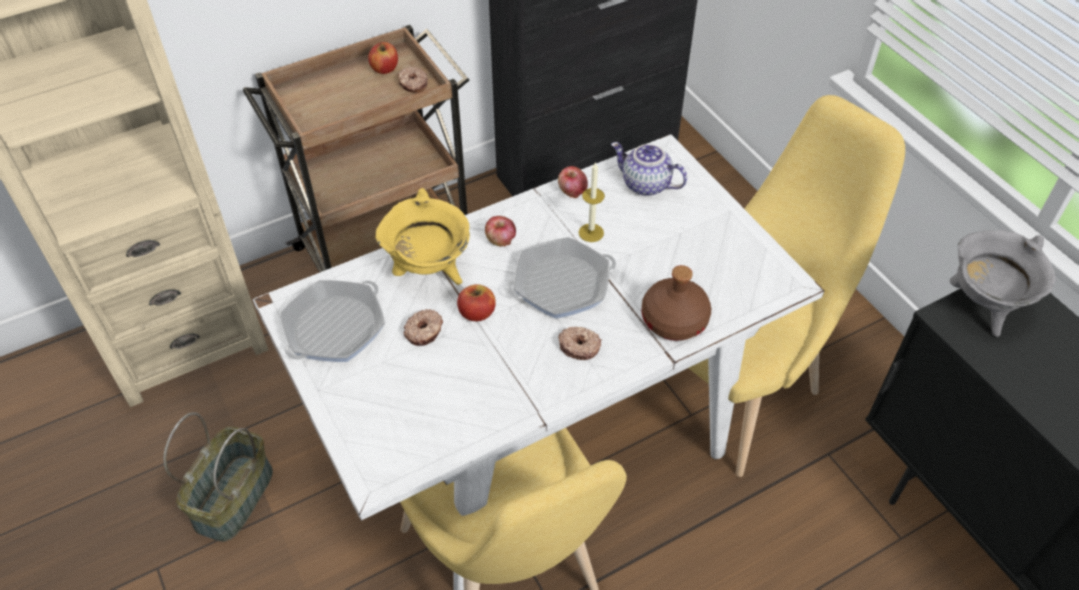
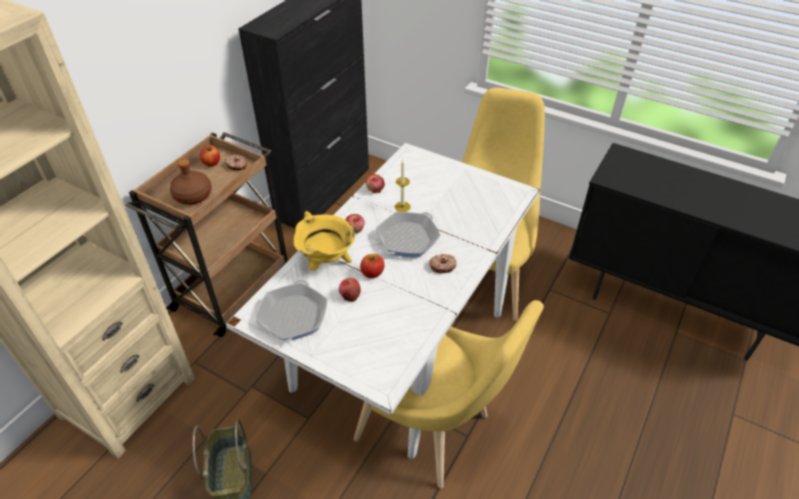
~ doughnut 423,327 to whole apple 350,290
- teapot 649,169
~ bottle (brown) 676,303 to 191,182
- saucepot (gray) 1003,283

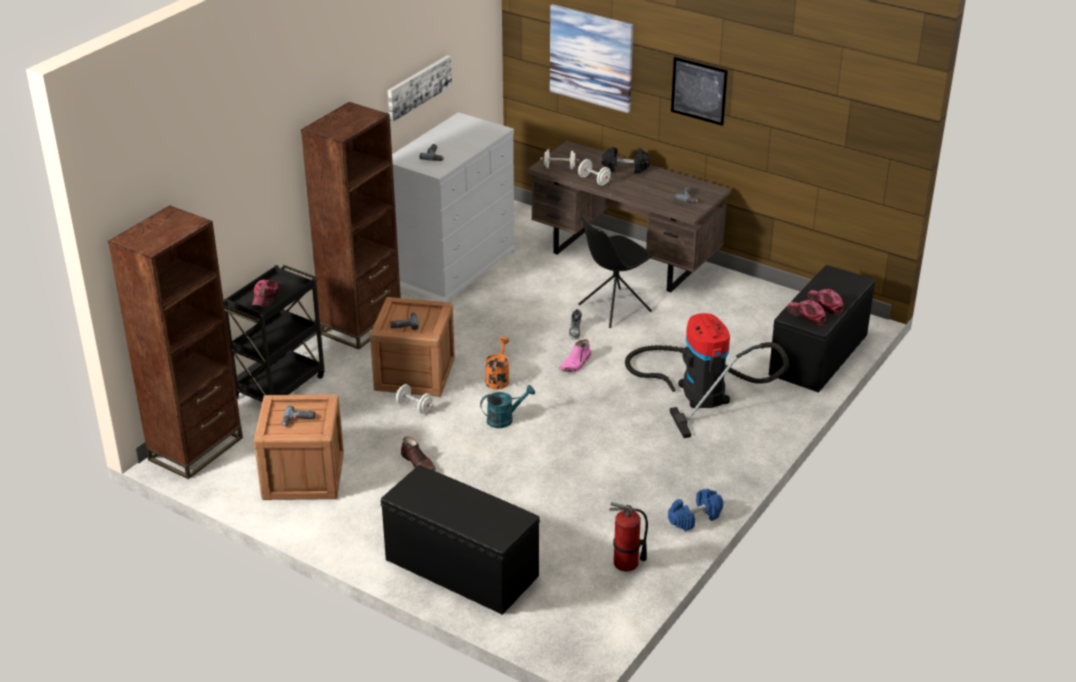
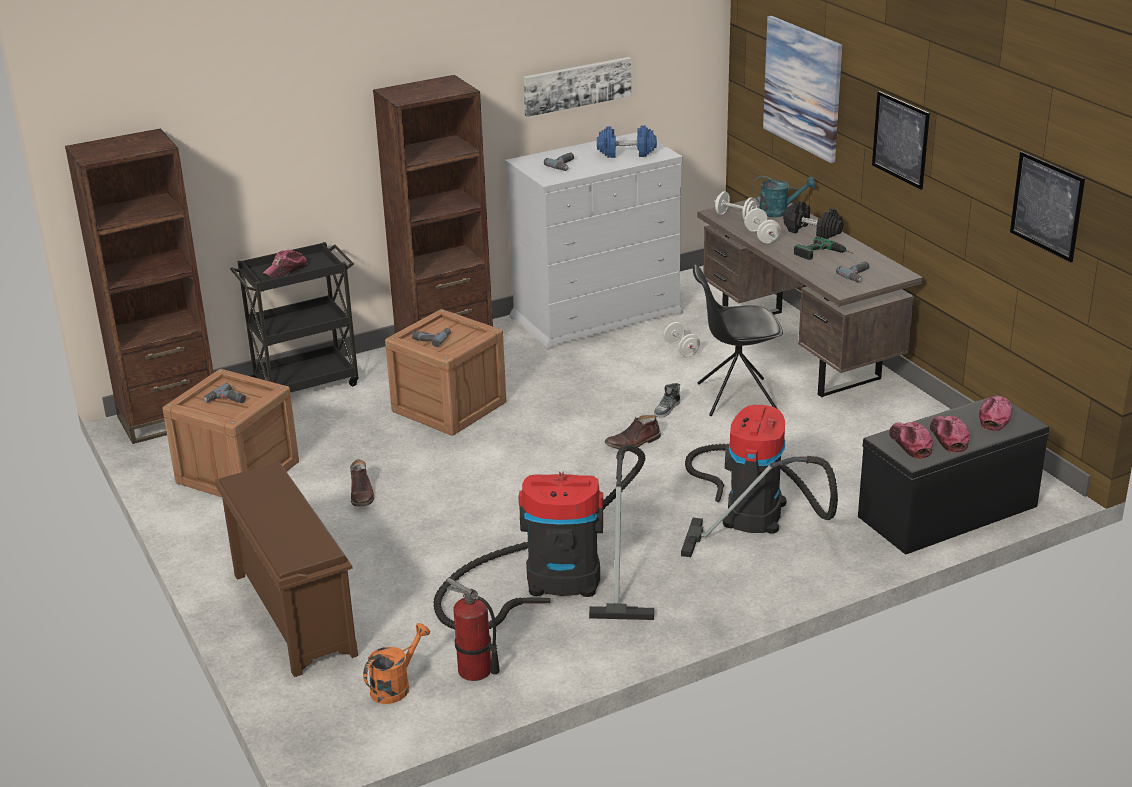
~ bench (blackish) 460,540 to shoe stand (brown) 286,569
~ free weight (white-coloured) 414,399 to 682,339
~ watering can (turquoise) 507,406 to 784,196
~ watering can (orange) 497,363 to 396,663
~ tall boot (pinkish) 575,355 to tall boot (brown) 632,432
~ free weight (blue) 695,510 to 627,141
+ vacuum 543,537
+ power drill 823,248
+ baseball cap 995,413
+ picture 1047,206

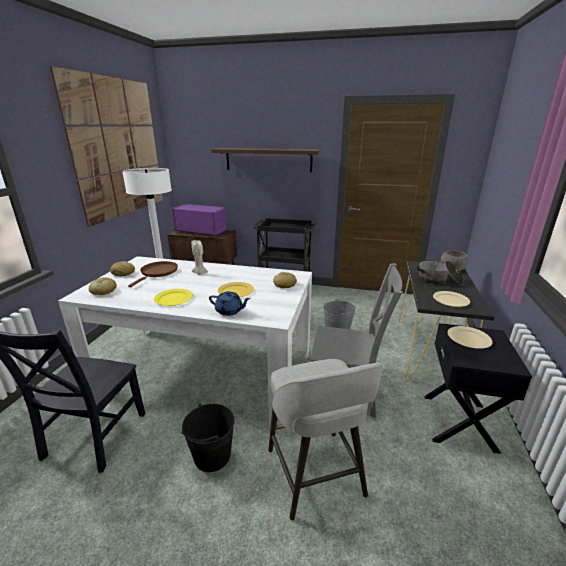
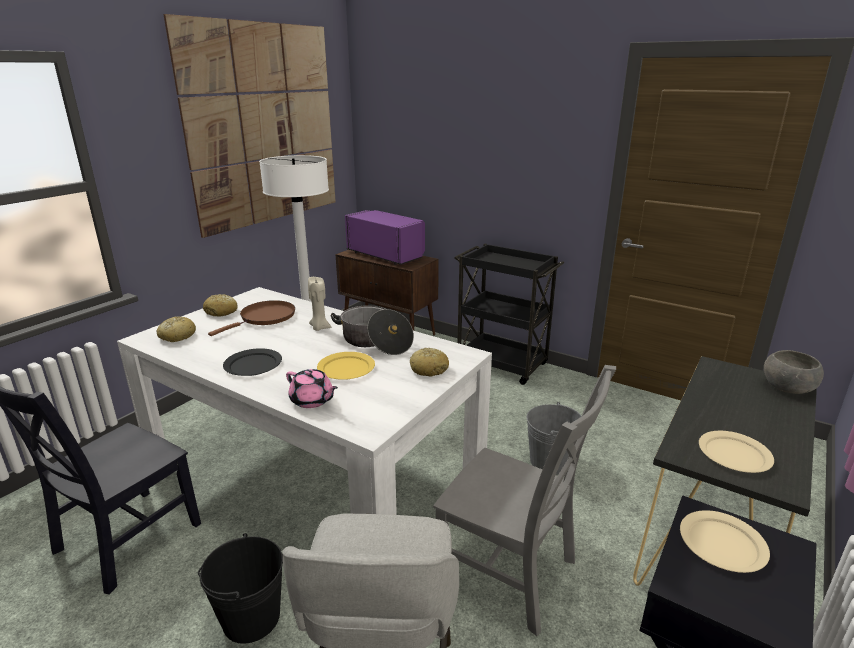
~ dinner plate (yellowish) 173,297 to dinner plate (blackish) 252,362
~ teapot (blue) 229,303 to teapot (pinkish) 312,388
- wall shelf 266,160
~ saucepot 440,272 to 372,330

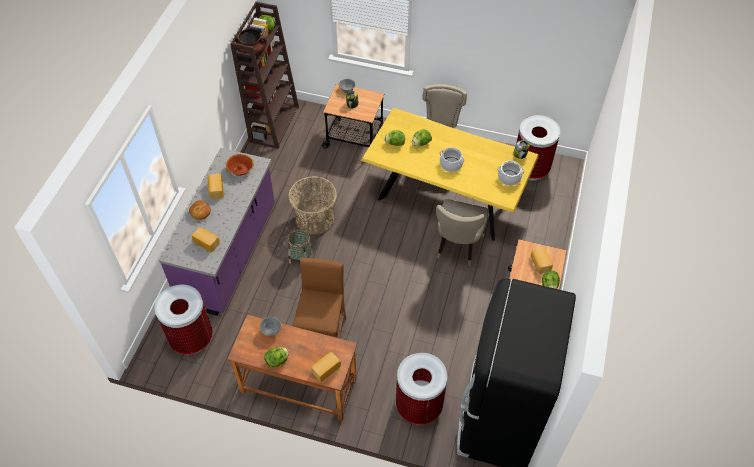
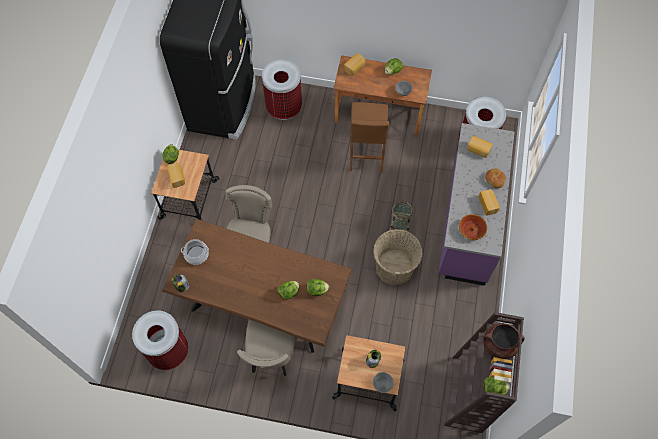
~ kitchen table (yellowish) 450,174 to kitchen table (brown) 257,286
- saucepot 452,159

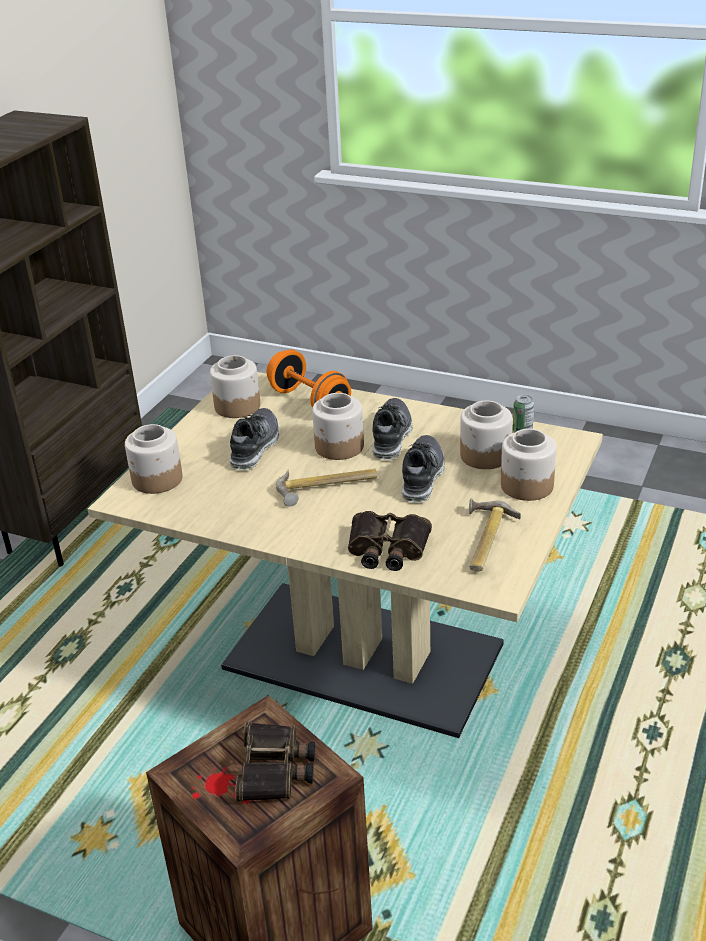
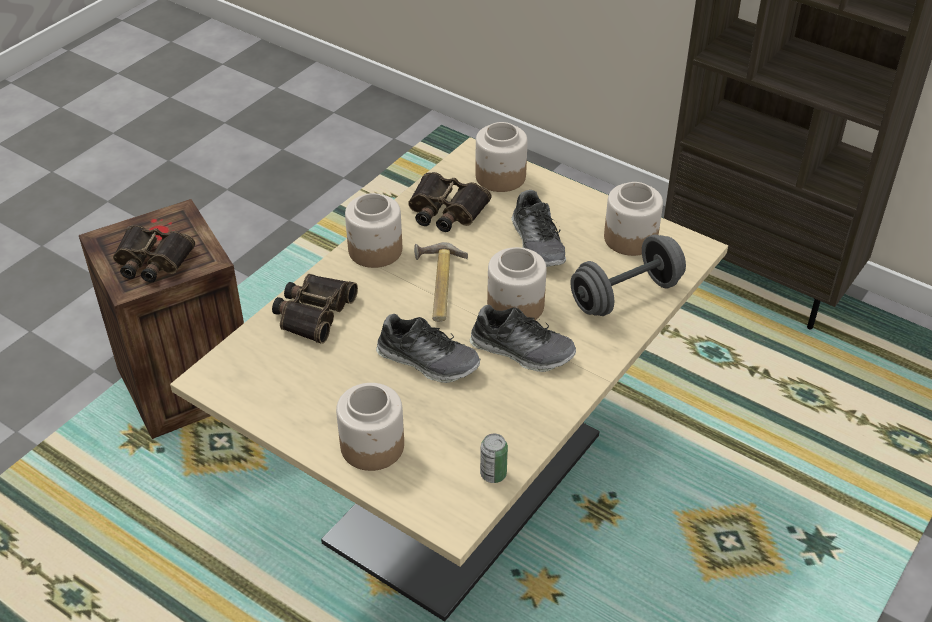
~ low shoe 254,439 = 538,228 45 degrees clockwise
~ free weight (orange) 309,379 to free weight (gray) 628,275
~ jar 486,435 to 373,230
- hand hammer 495,535
+ pair of binoculars 449,202

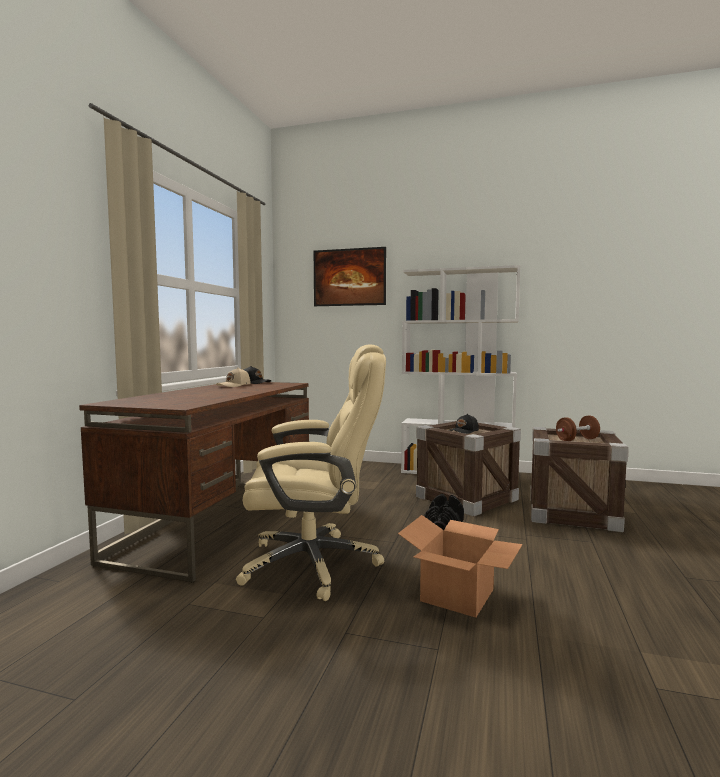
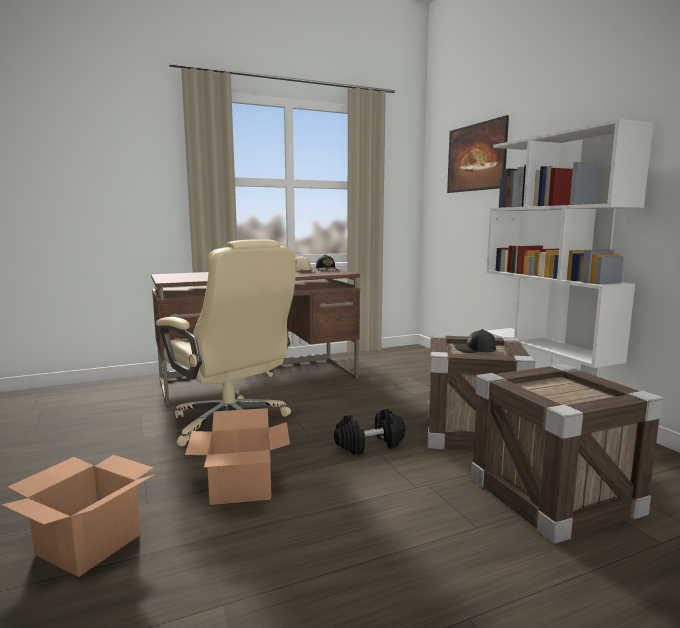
- free weight (brown) 578,428
+ carton 79,516

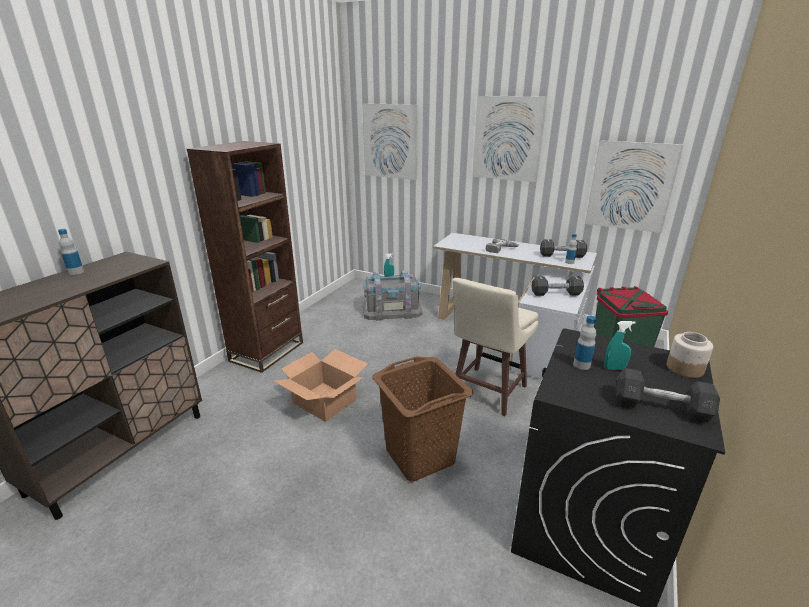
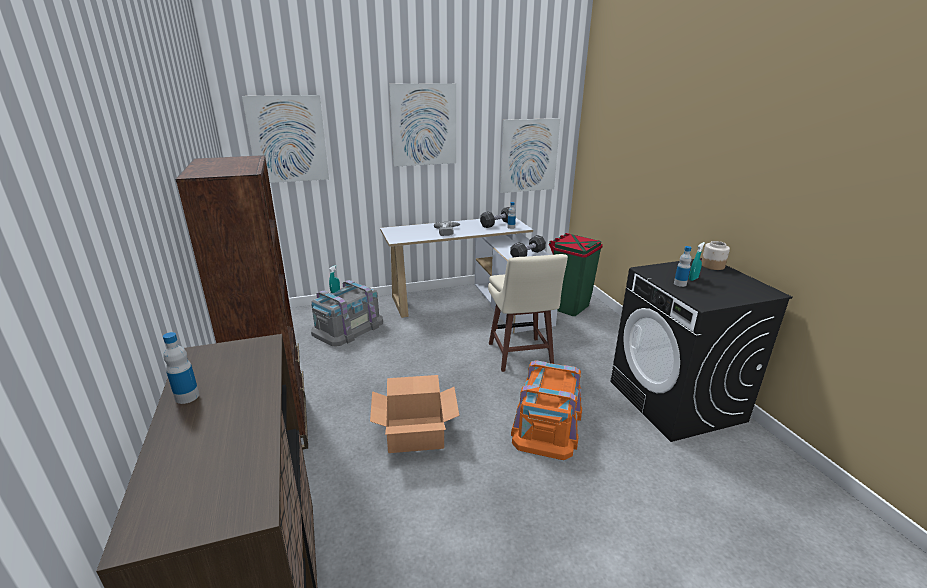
~ hamper (brown) 423,419 to storage box (orange) 546,410
- free weight (gray) 668,395

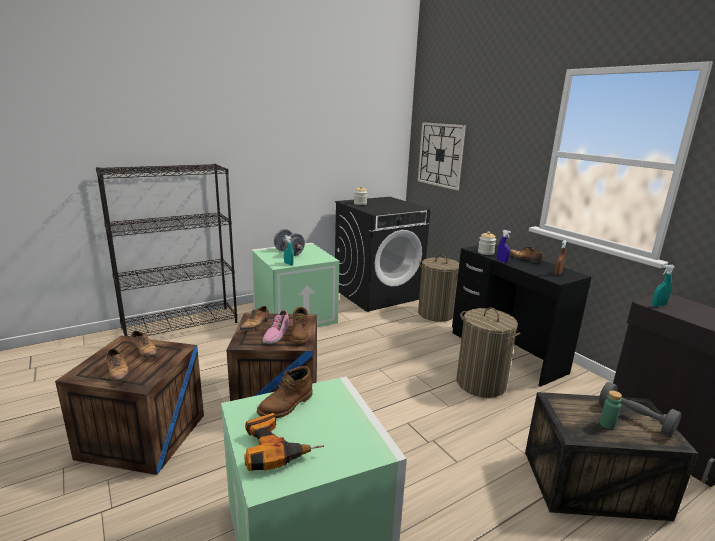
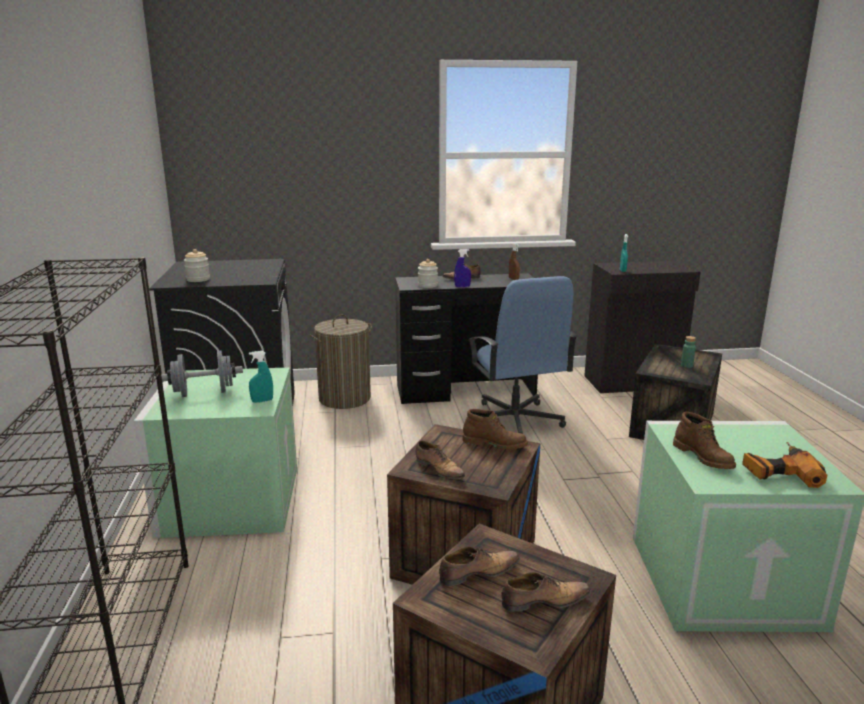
- low shoe 275,327
- clock on the wall 442,156
~ hamper 488,353 to office chair (blue) 522,355
- free weight (gray) 640,409

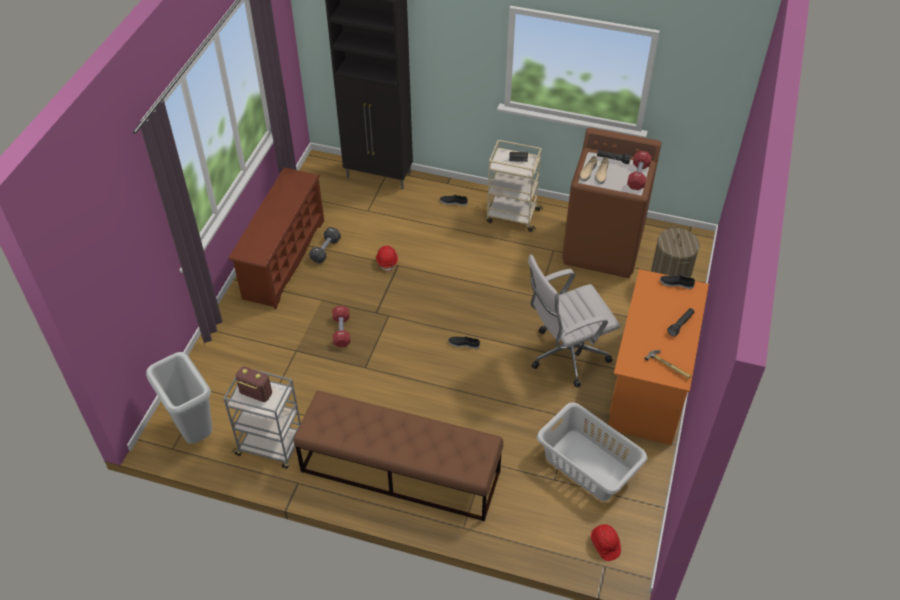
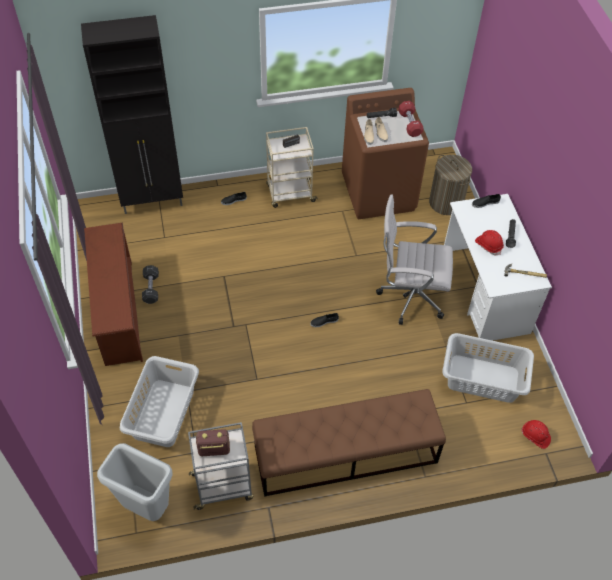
- free weight (red-coloured) 341,326
~ hard hat (red-coloured) 387,258 to 489,243
~ office chair (white-coloured) 574,321 = 414,259 60 degrees clockwise
~ desk (orange) 658,357 to desk (white-coloured) 498,267
+ hamper (gray) 159,401

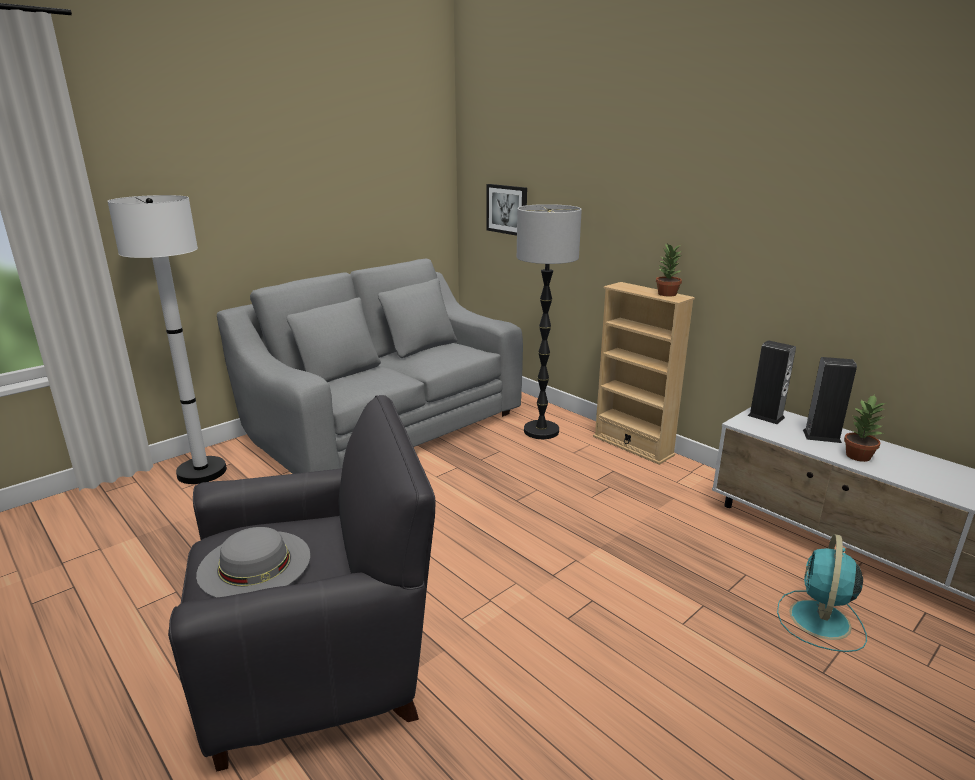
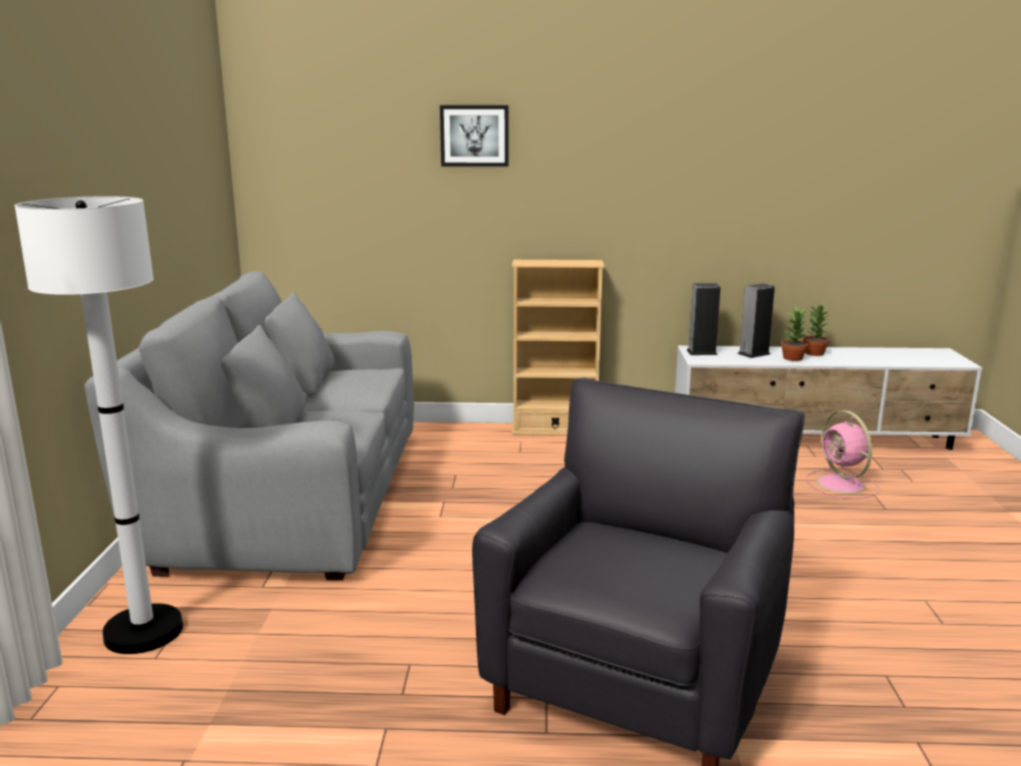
- hat (gray) 253,562
~ picture 507,210 to 474,136
- standing lamp 549,321
~ plant in a pot 669,270 to 817,330
~ cooling fan (turquoise) 822,593 to cooling fan (pinkish) 843,454

